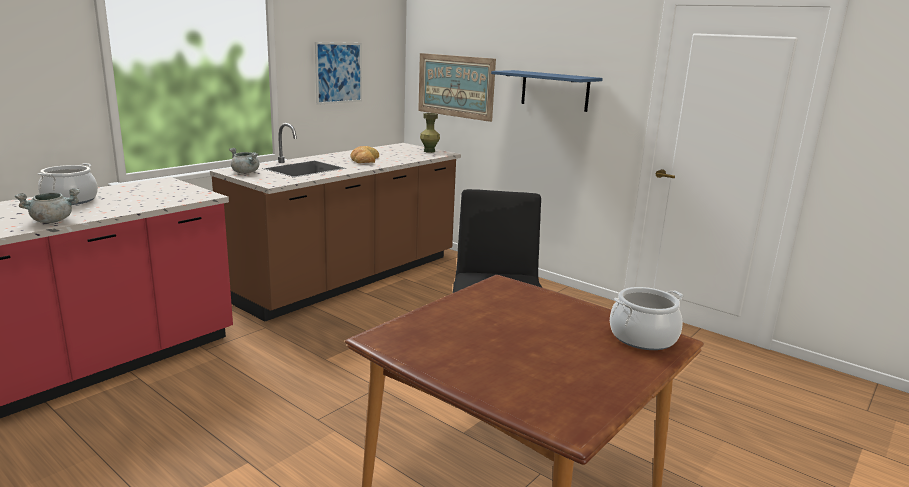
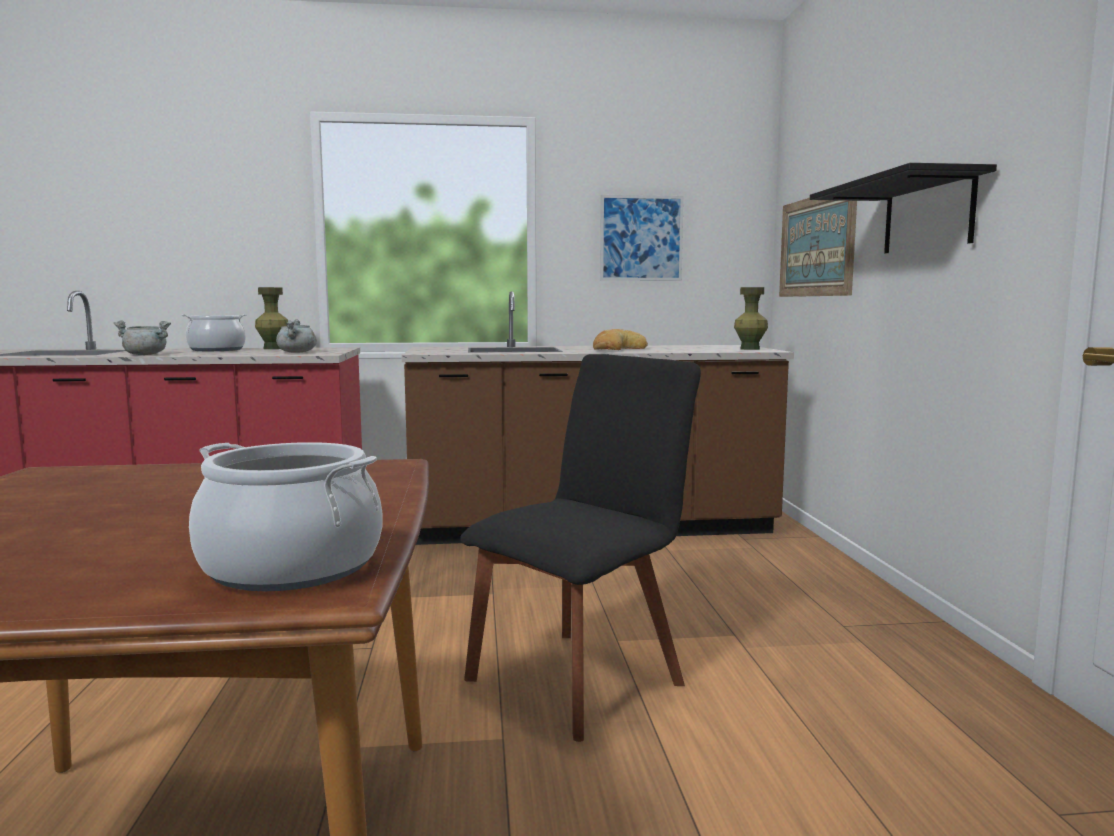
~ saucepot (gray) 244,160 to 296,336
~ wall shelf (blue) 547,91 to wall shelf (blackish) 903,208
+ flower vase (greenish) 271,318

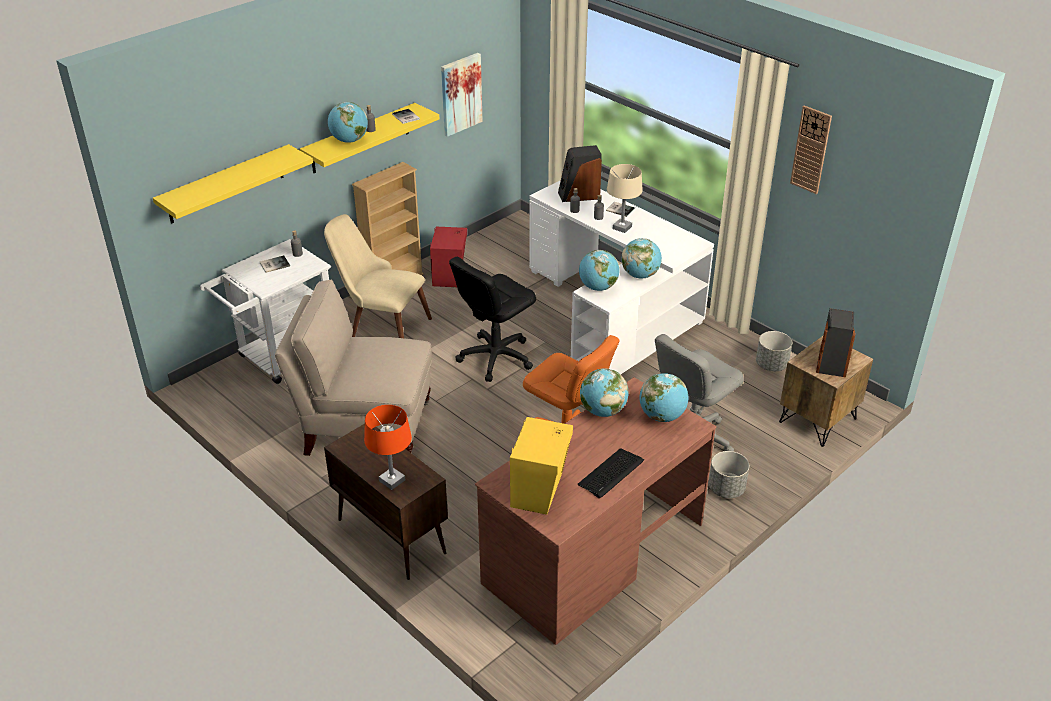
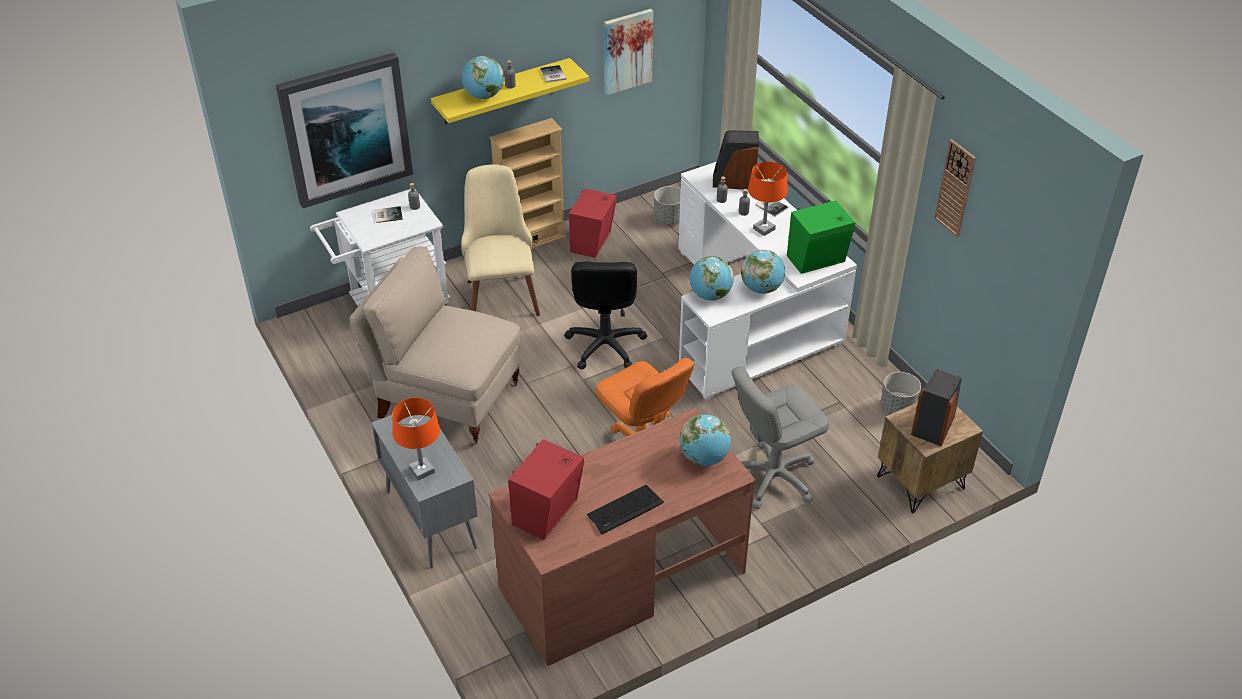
~ wall shelf (yellowish) 233,184 to picture 344,130
~ chair (sand-coloured) 378,276 = 500,240 45 degrees clockwise
~ storage cabinet (brown) 386,502 to storage cabinet (gray) 424,491
~ office chair (blackish) 492,319 = 605,315 60 degrees counterclockwise
~ speaker (yellowish) 541,466 to speaker (red-coloured) 546,489
- world globe 604,392
~ table lamp (sand-coloured) 625,198 to table lamp (orange) 767,199
~ plant pot (gray) 729,474 to 667,205
+ speaker (greenish) 821,237

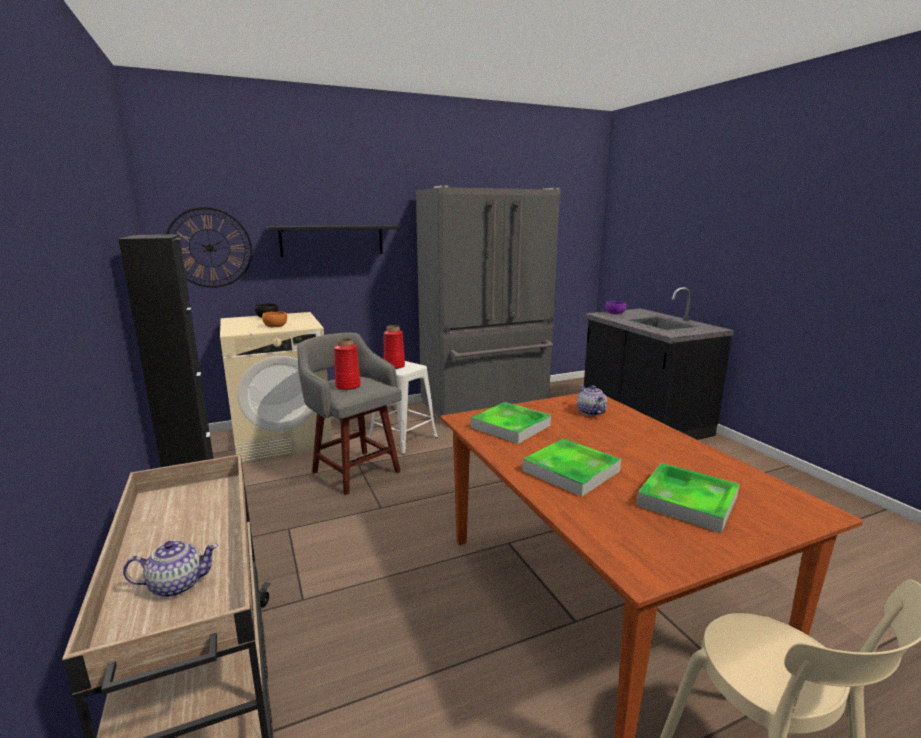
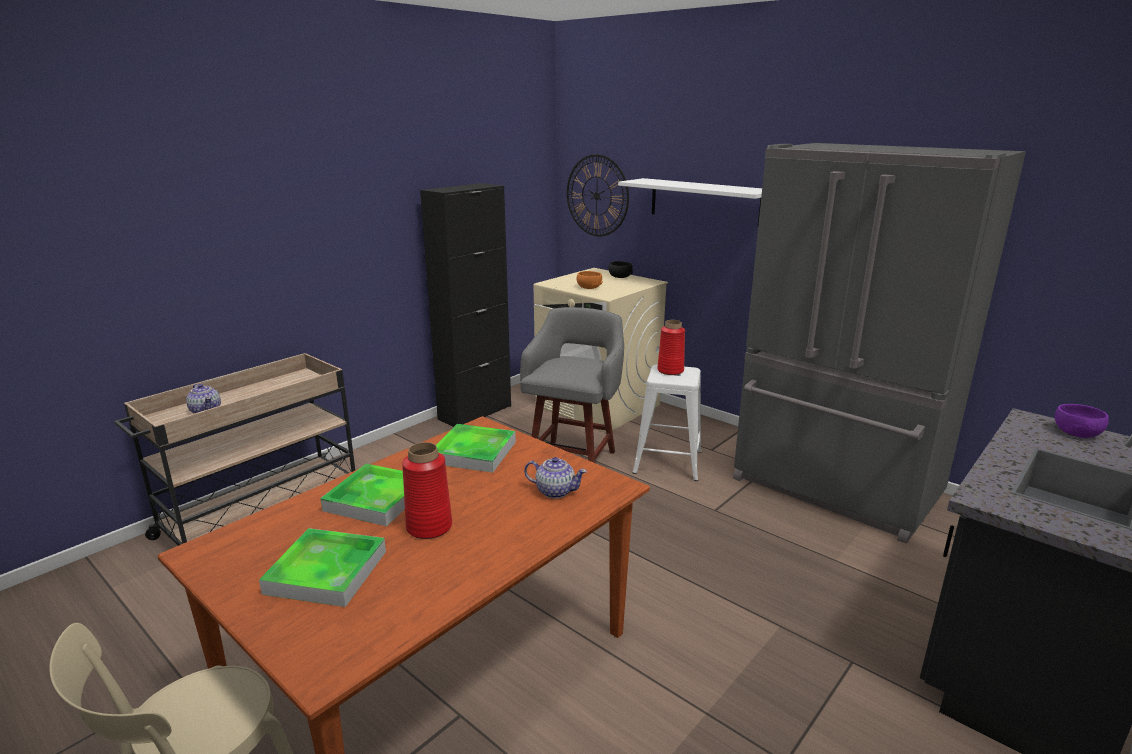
~ wall shelf (blackish) 333,241 to wall shelf (white-coloured) 690,201
~ flower vase (red-coloured) 347,364 to 427,490
~ teapot 592,400 = 555,478 60 degrees clockwise

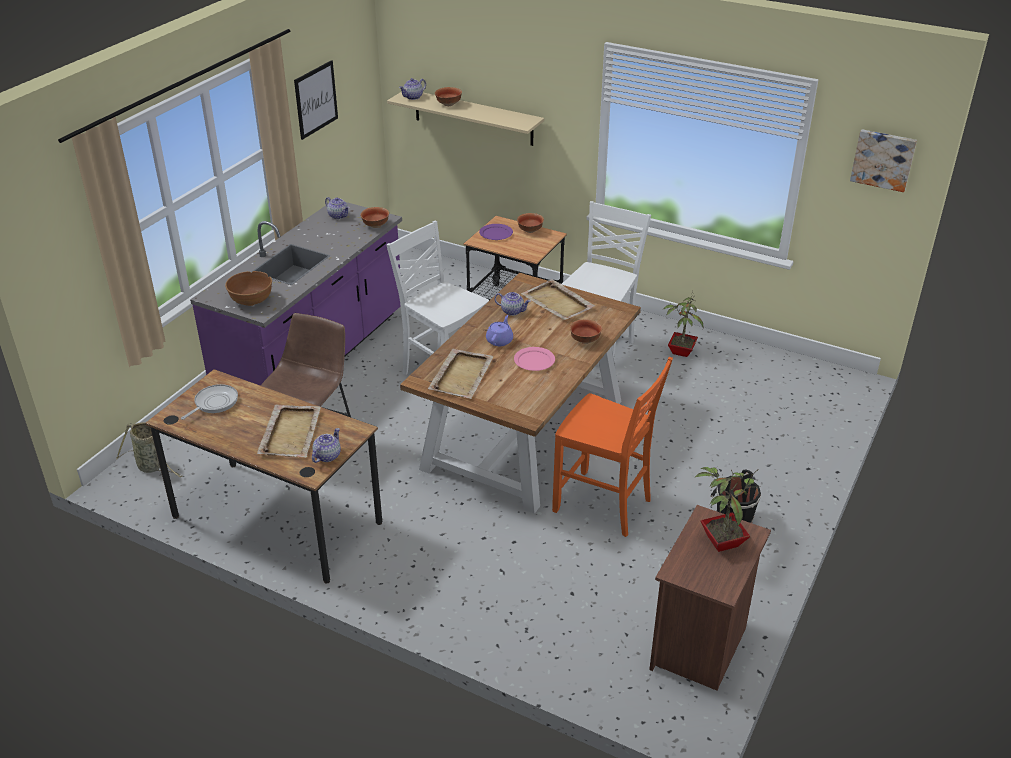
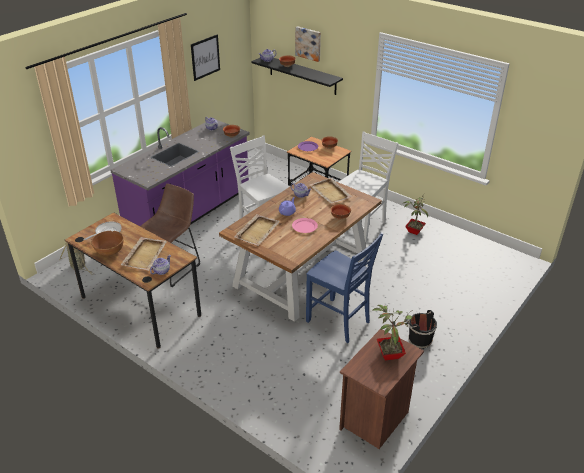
~ bowl (brown) 248,288 to 107,243
~ wall shelf (sand-coloured) 465,119 to wall shelf (blackish) 297,76
~ chair (orange) 612,447 to chair (blue) 344,287
~ picture 883,160 to 308,44

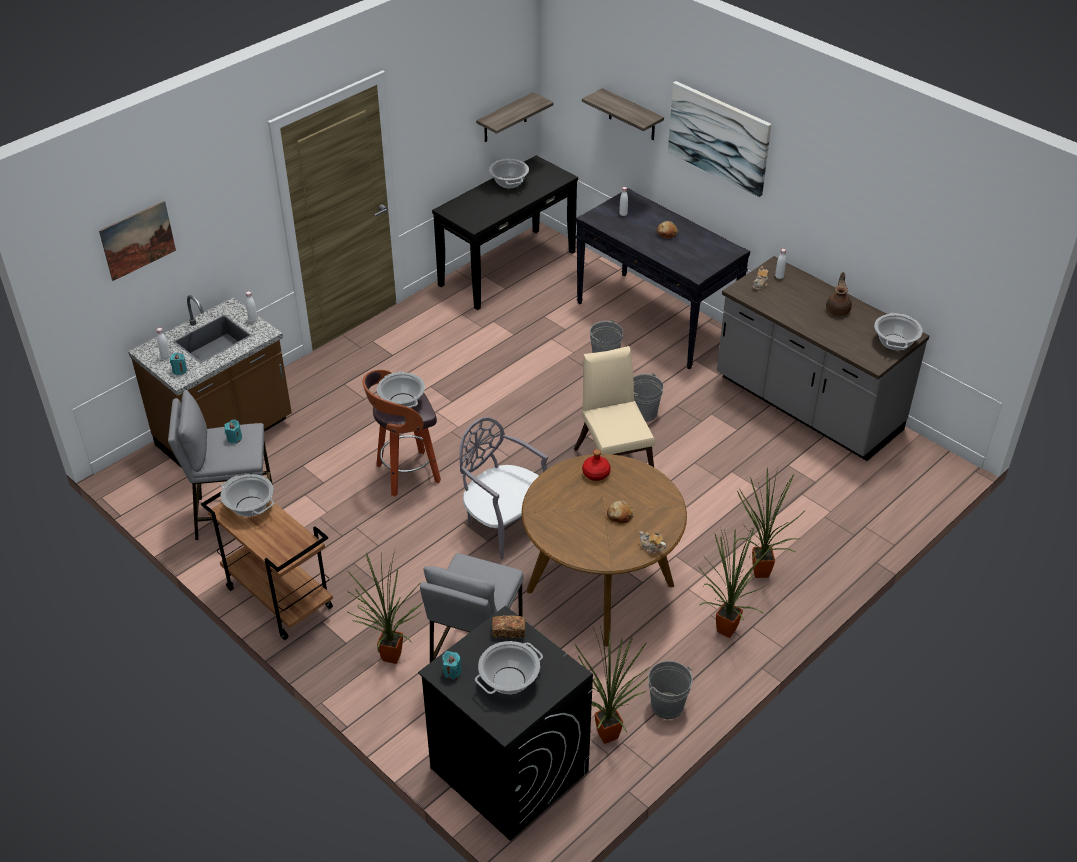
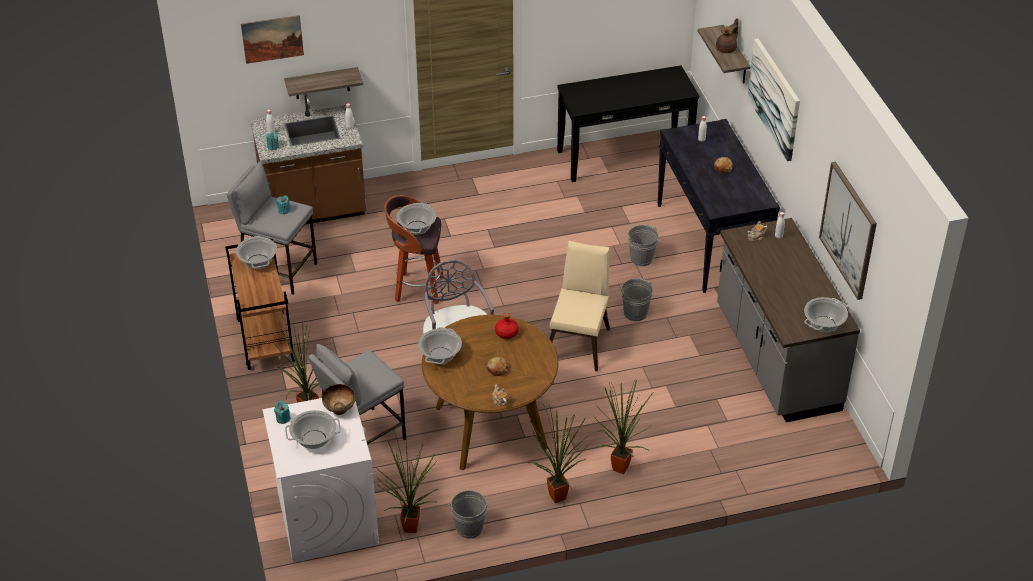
~ washing machine (blackish) 505,723 to washing machine (white-coloured) 320,480
~ wall shelf 515,117 to 323,83
~ saucepot 509,174 to 440,345
~ bakery bread 508,626 to bowl 338,399
~ teapot (brown) 839,294 to 727,35
+ picture 848,231

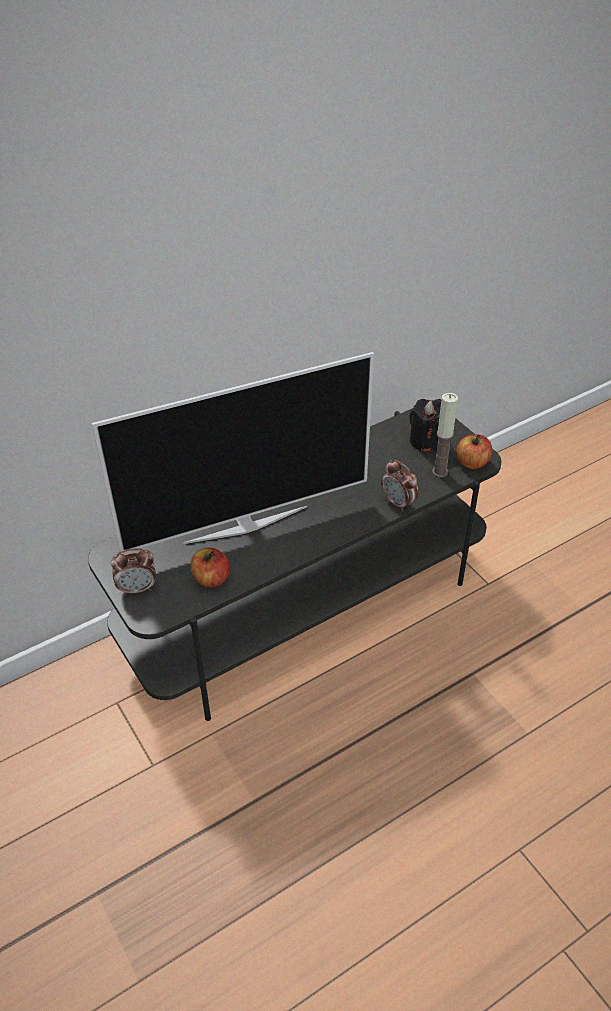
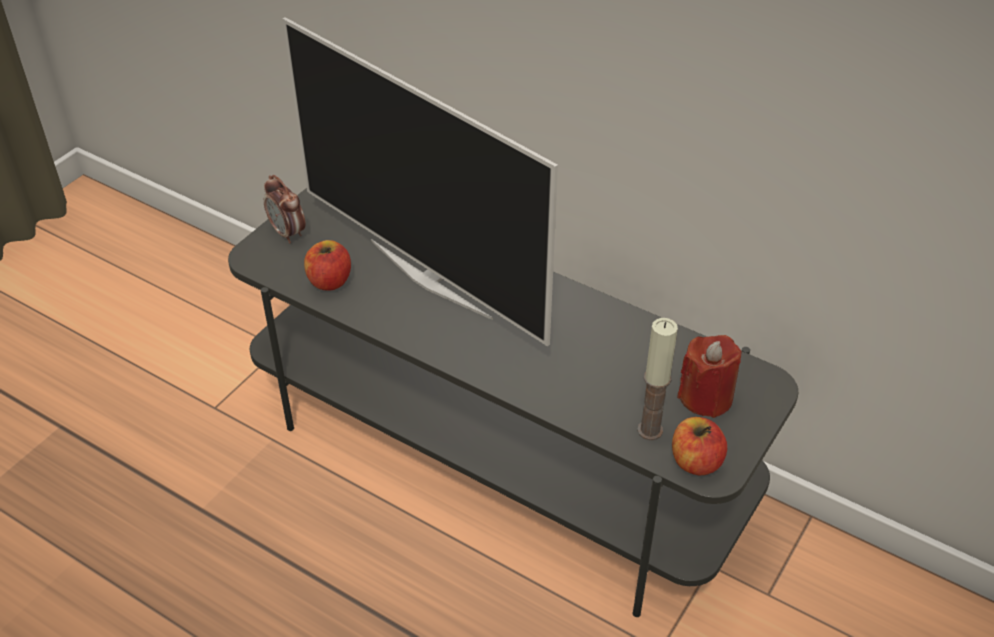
- alarm clock 400,485
~ wax light (blackish) 425,425 to wax light (red-coloured) 709,376

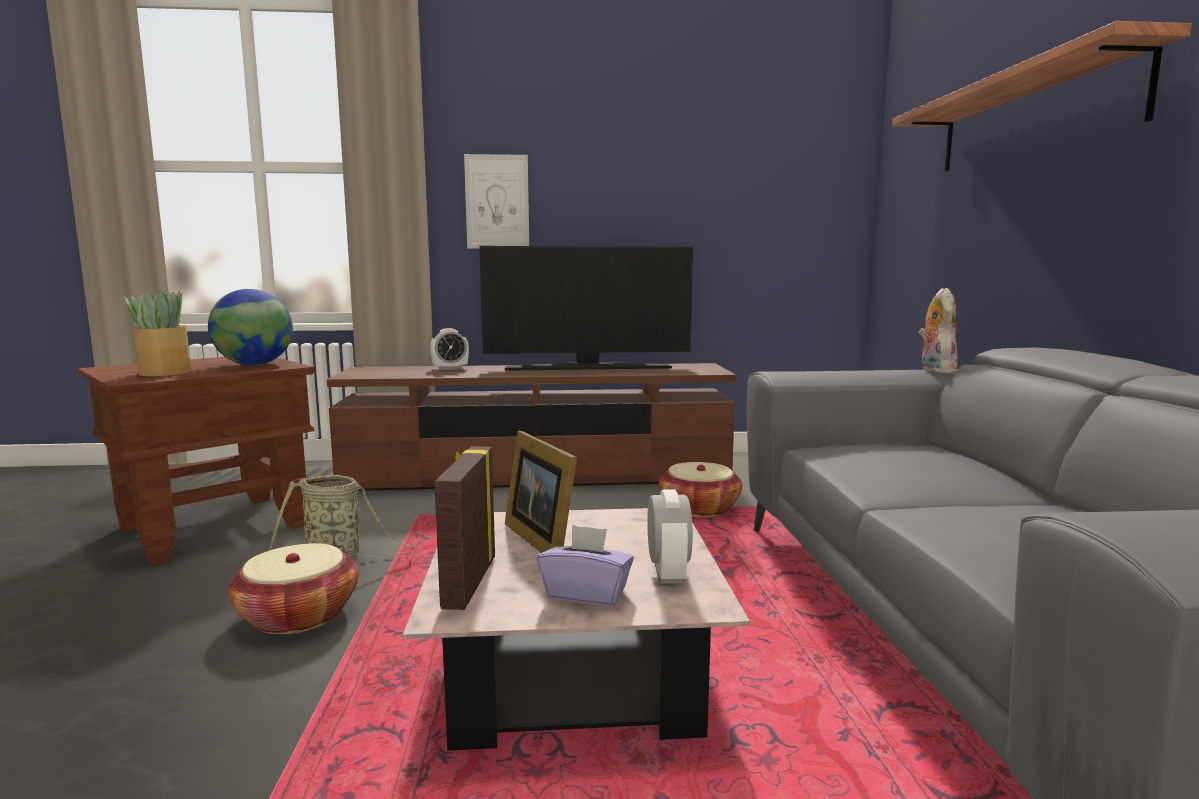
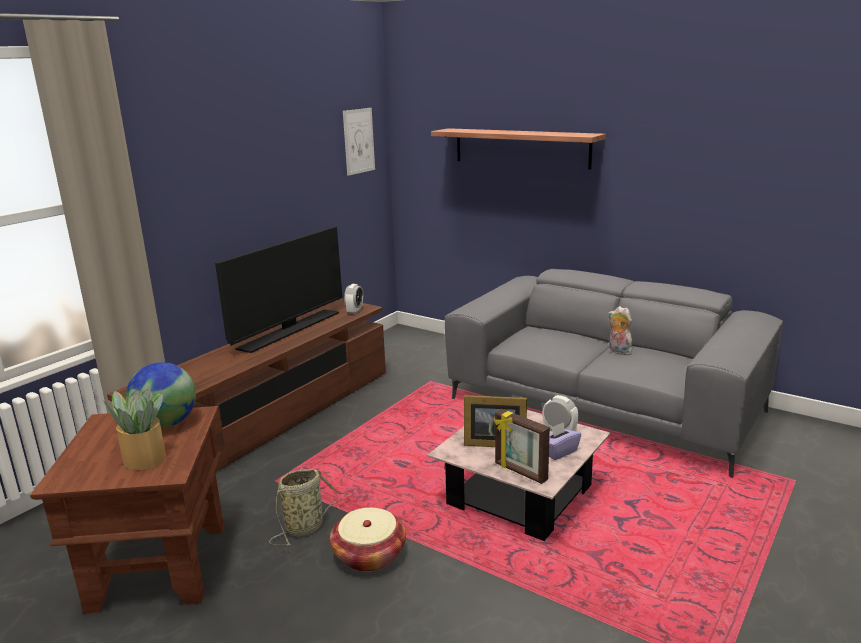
~ alarm clock 449,349 to 353,299
~ picture 496,201 to 359,142
- household basket 700,489
~ soft toy 938,331 to 620,330

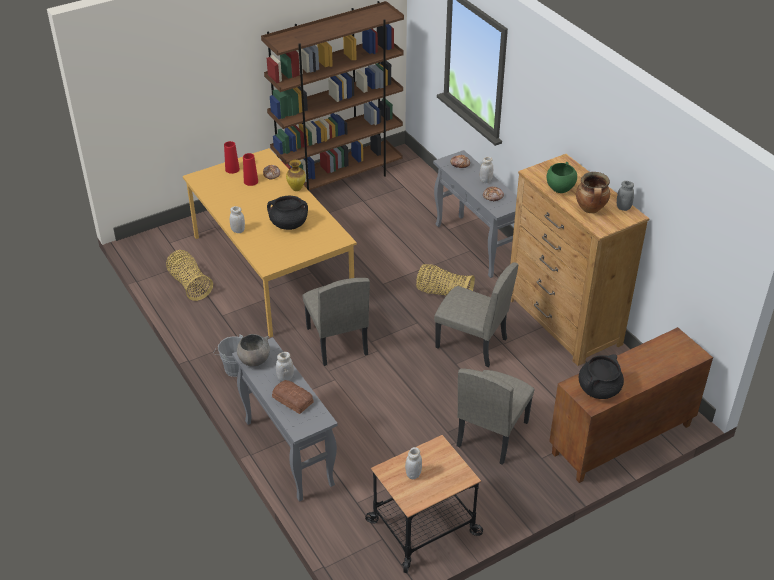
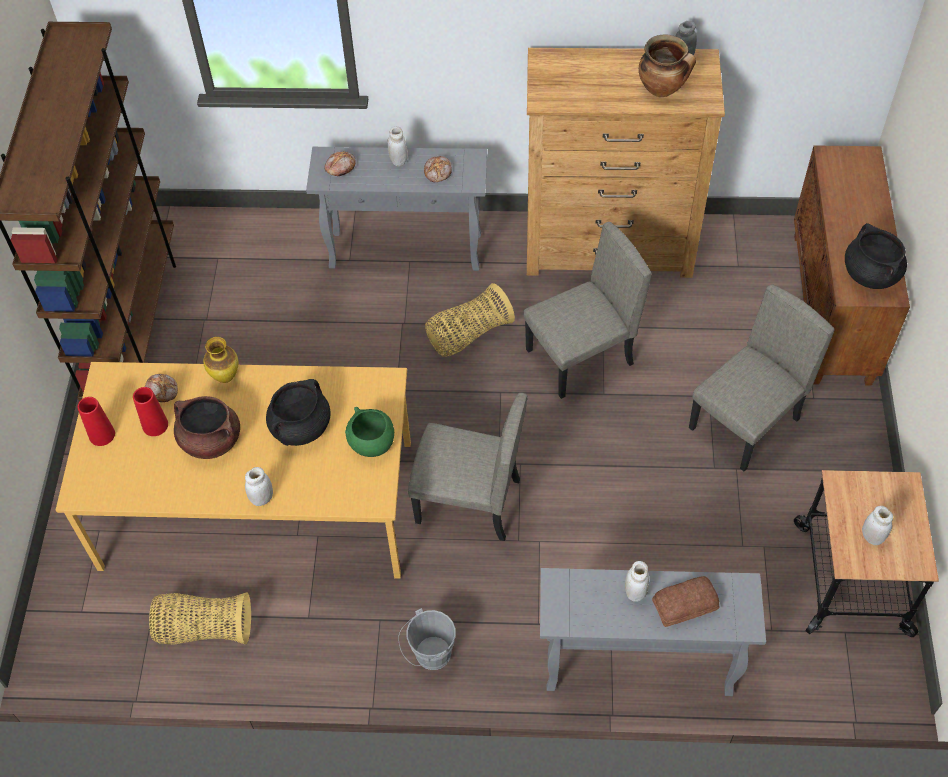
- bowl (gray) 253,350
~ chair (sand-coloured) 495,416 = 762,377 105 degrees counterclockwise
~ bowl (greenish) 562,177 to 369,432
+ saucepot (brown) 207,427

